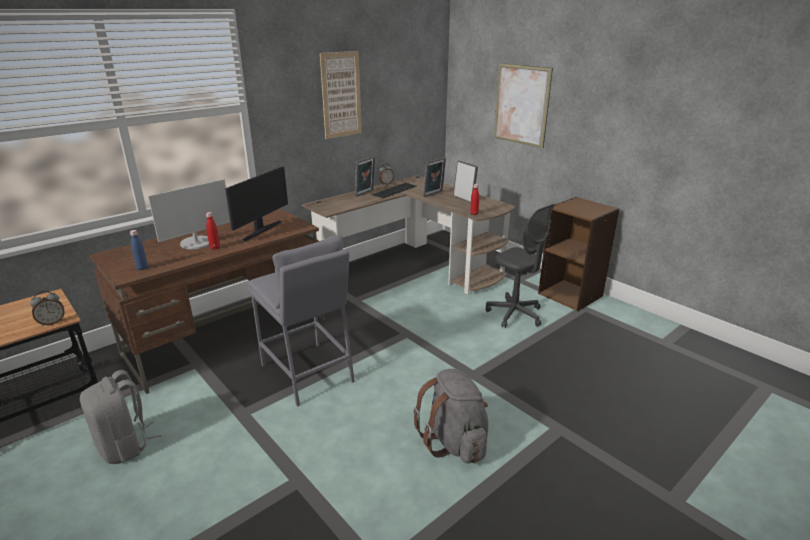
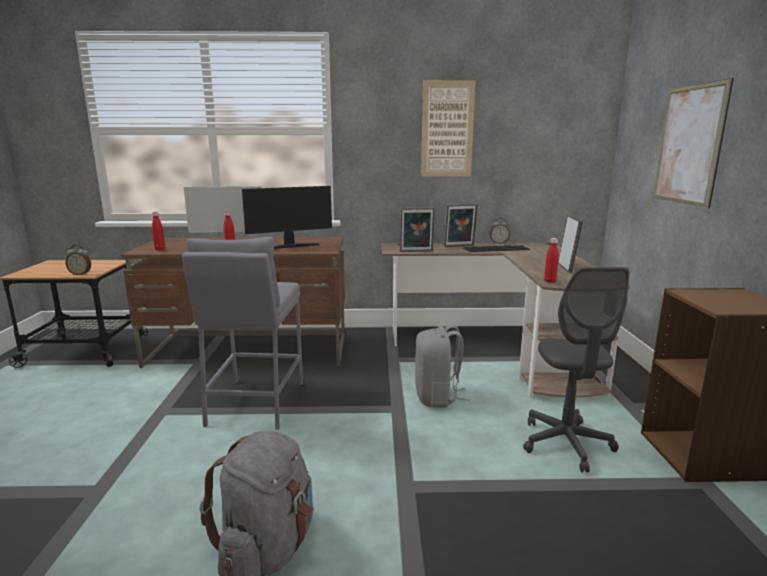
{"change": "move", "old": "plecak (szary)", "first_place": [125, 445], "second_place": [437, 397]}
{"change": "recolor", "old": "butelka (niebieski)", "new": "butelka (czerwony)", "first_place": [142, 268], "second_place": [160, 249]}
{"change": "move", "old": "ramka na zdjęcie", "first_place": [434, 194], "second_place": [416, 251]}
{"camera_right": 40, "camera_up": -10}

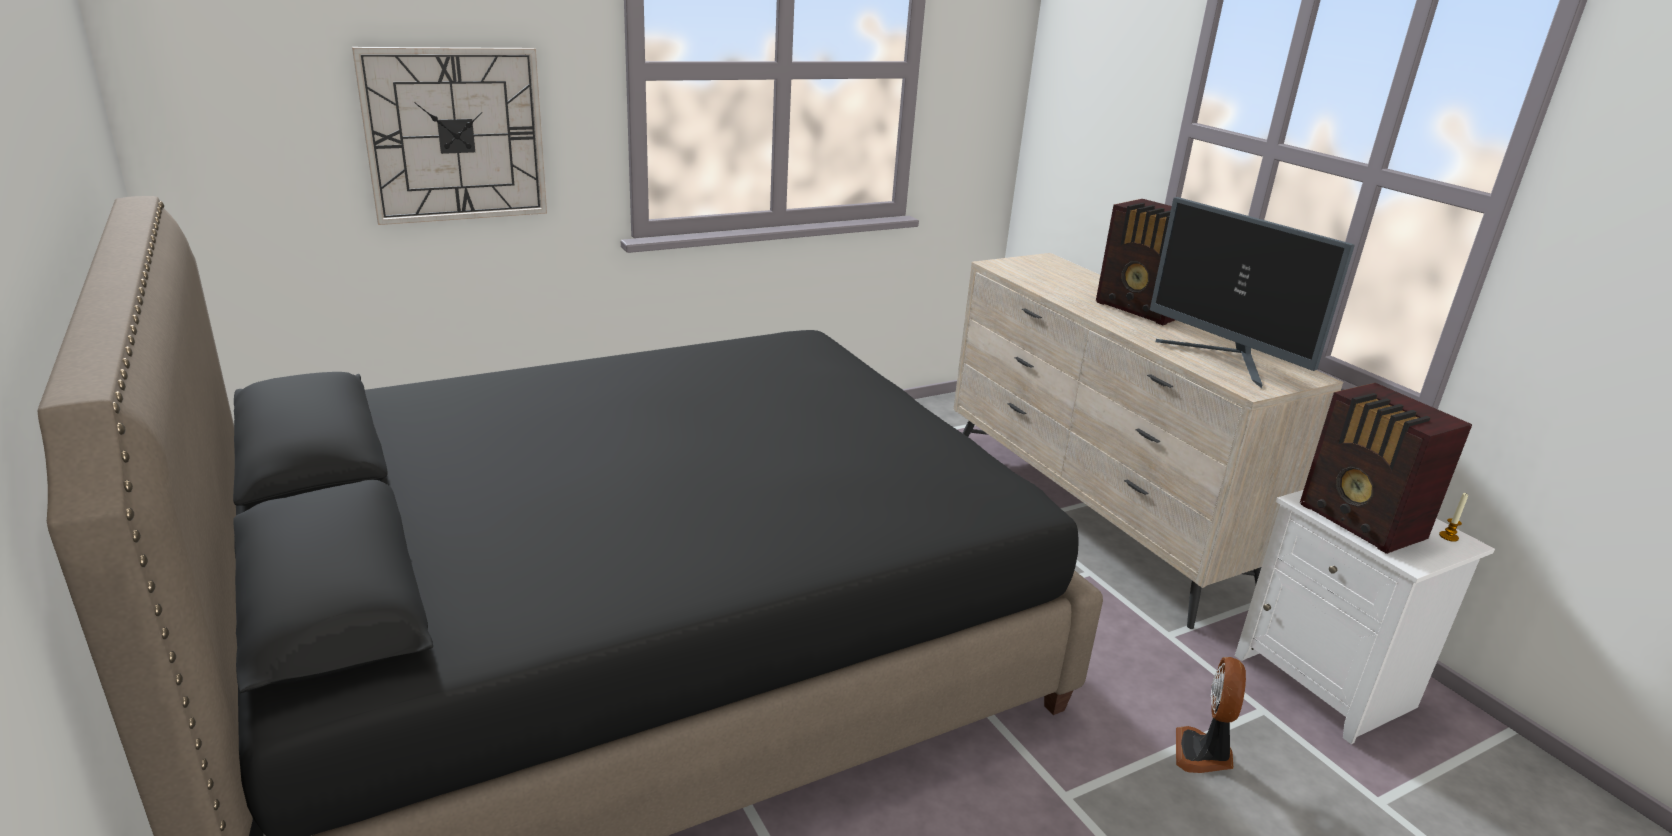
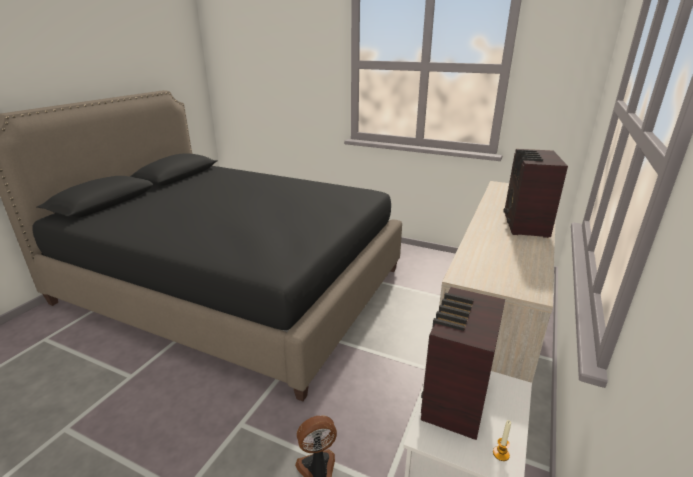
{"change": "delete", "old": "zegar ścienny", "first_place": [455, 135]}
{"change": "delete", "old": "monitor", "first_place": [1225, 361]}
{"camera_right": 55, "camera_up": 0}

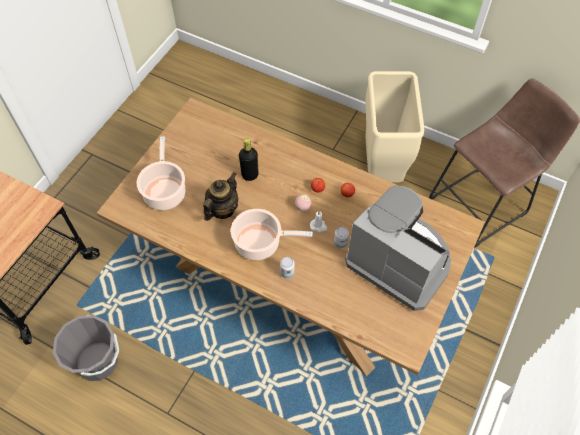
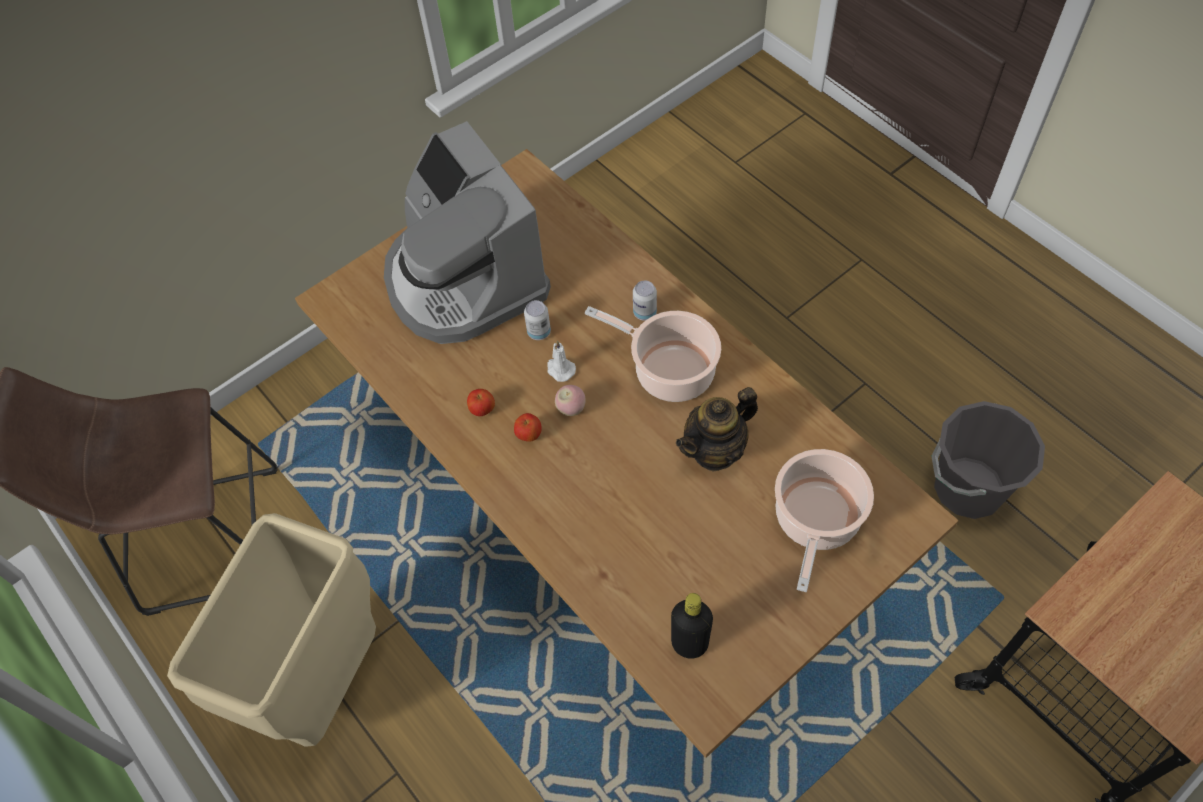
{"change": "move", "old": "butelka (czarny)", "first_place": [250, 175], "second_place": [689, 643]}
{"camera_right": -155, "camera_up": 0}

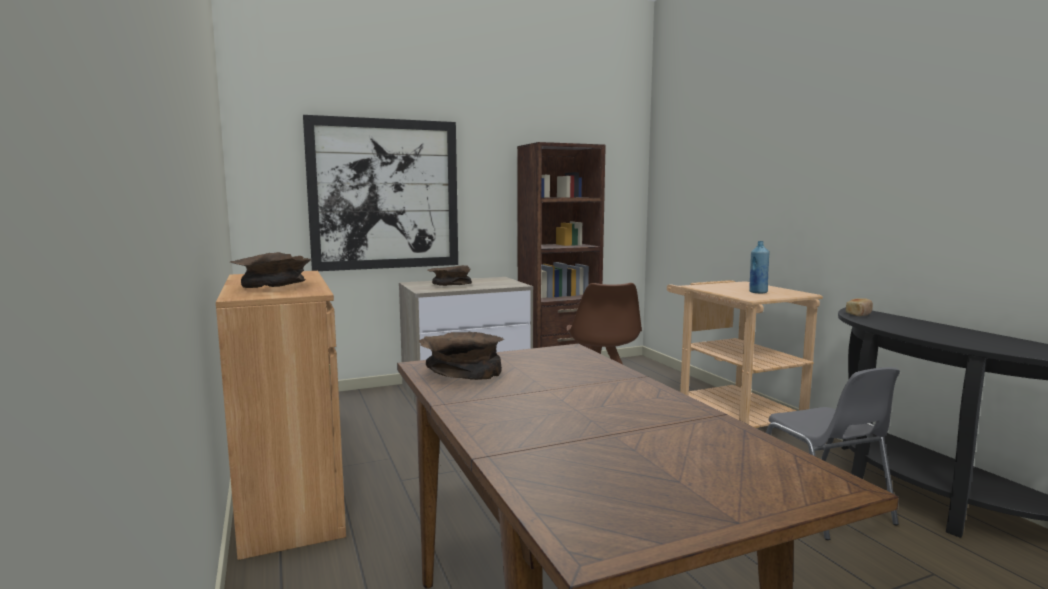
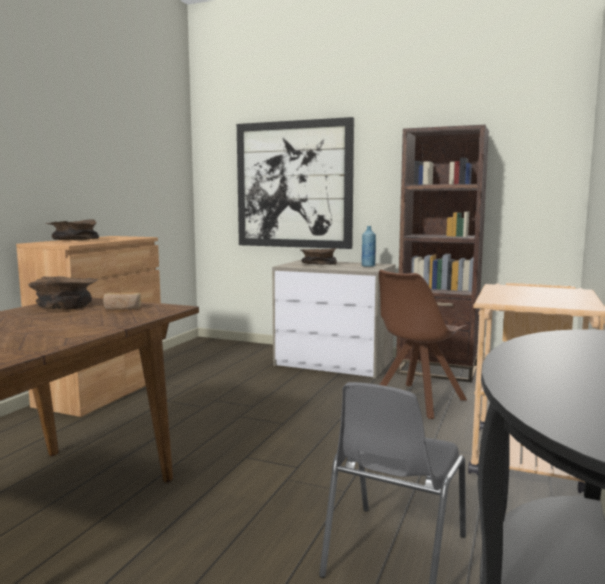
{"change": "move", "old": "butelka (niebieski)", "first_place": [758, 292], "second_place": [368, 266]}
{"change": "move", "old": "chleb", "first_place": [859, 314], "second_place": [123, 308]}
{"camera_right": 45, "camera_up": 0}

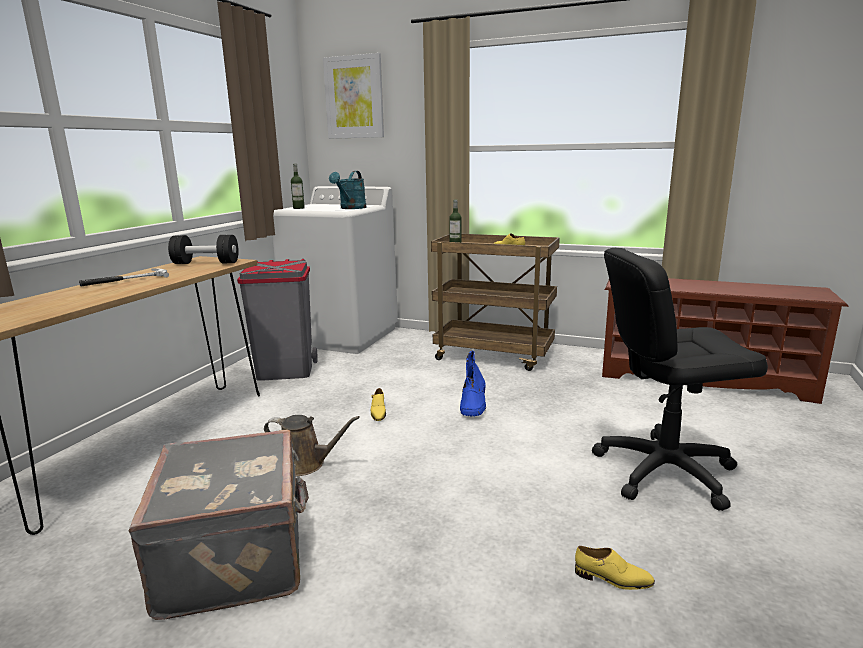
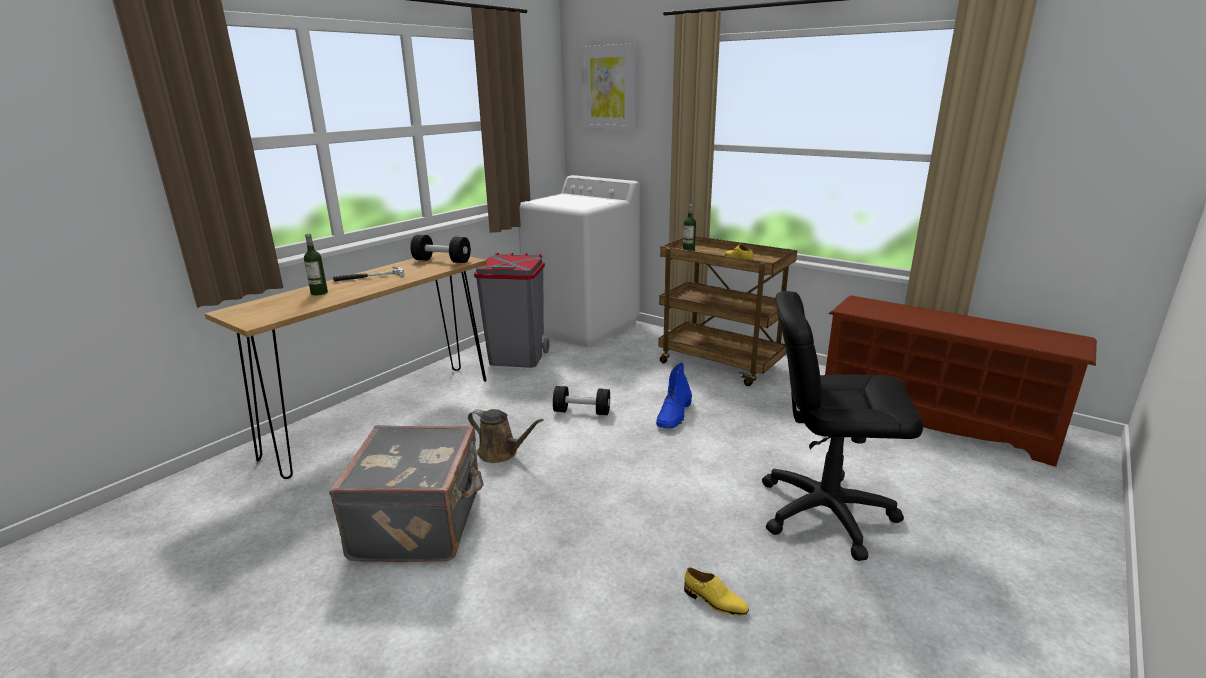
{"change": "move", "old": "butelka", "first_place": [298, 208], "second_place": [319, 293]}
{"change": "delete", "old": "konewka (turkusowy)", "first_place": [351, 208]}
{"change": "replace", "old": "but (żółty)", "new": "hantel (czarny)", "first_place": [378, 412], "second_place": [582, 412]}
{"camera_right": 15, "camera_up": 5}

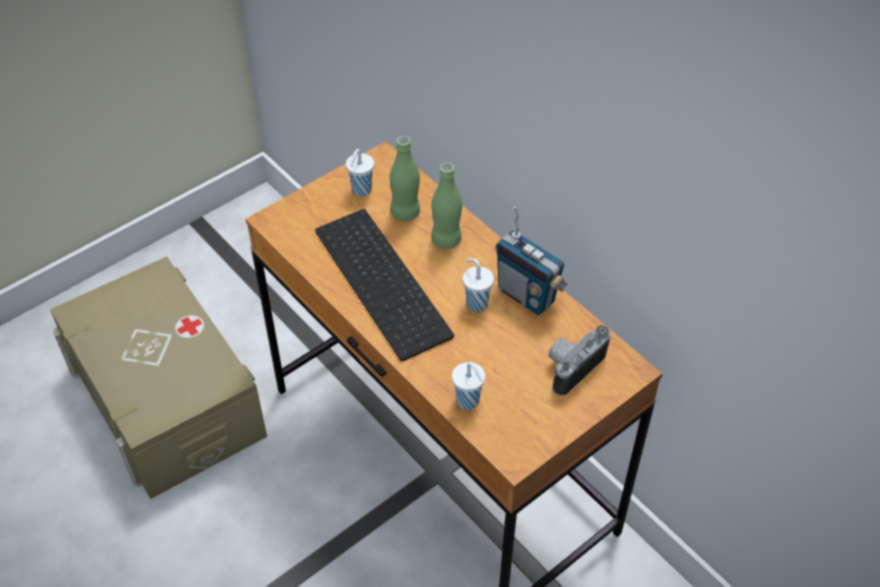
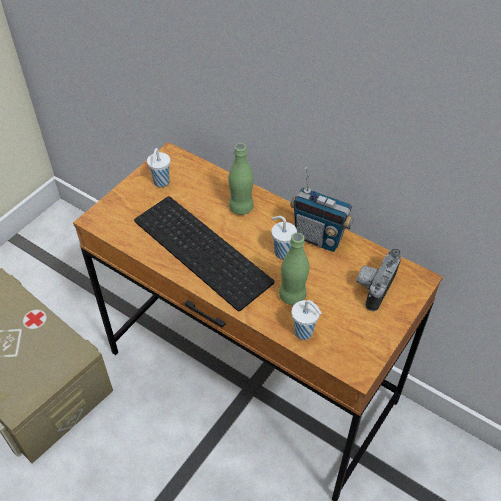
{"change": "move", "old": "butelka (zielony)", "first_place": [405, 213], "second_place": [292, 296]}
{"camera_right": -15, "camera_up": 0}

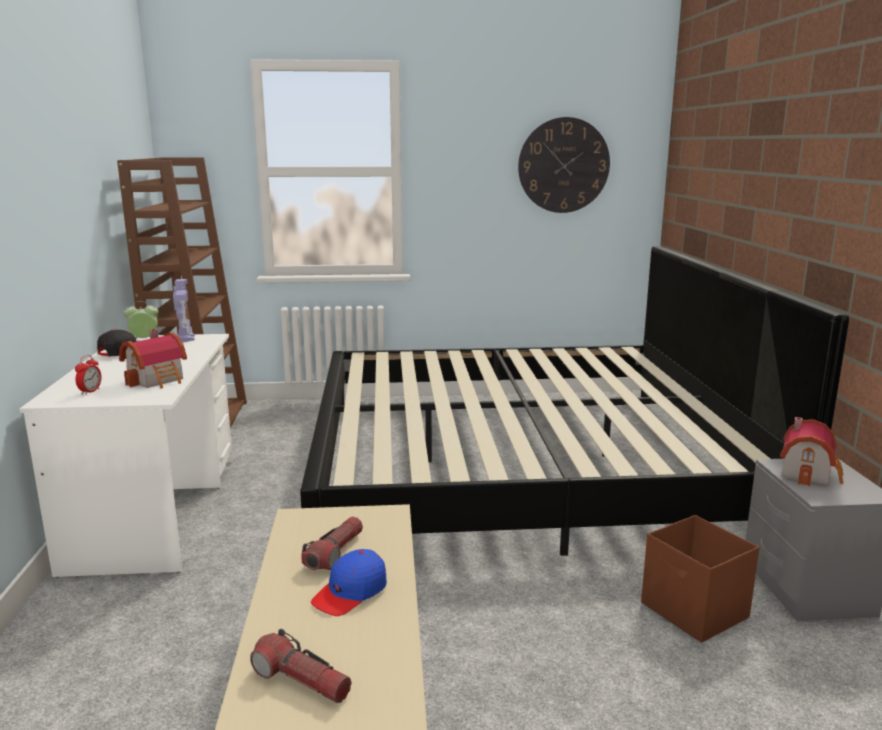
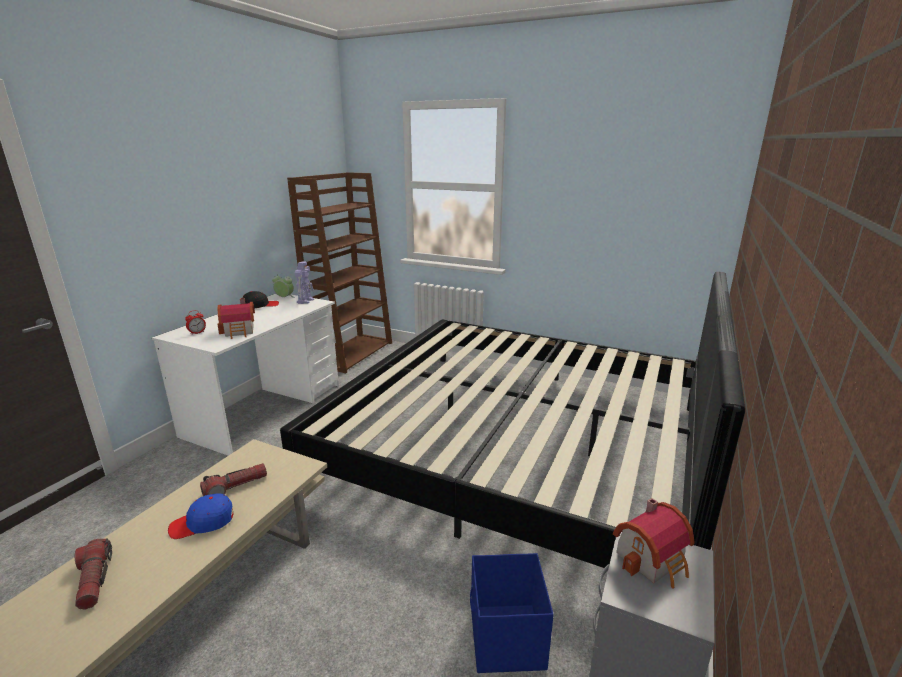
{"change": "delete", "old": "zegar ścienny", "first_place": [563, 165]}
{"change": "recolor", "old": "pojemnik do przechowywania (brązowy)", "new": "pojemnik do przechowywania (niebieski)", "first_place": [694, 611], "second_place": [506, 639]}
{"camera_right": 30, "camera_up": 5}

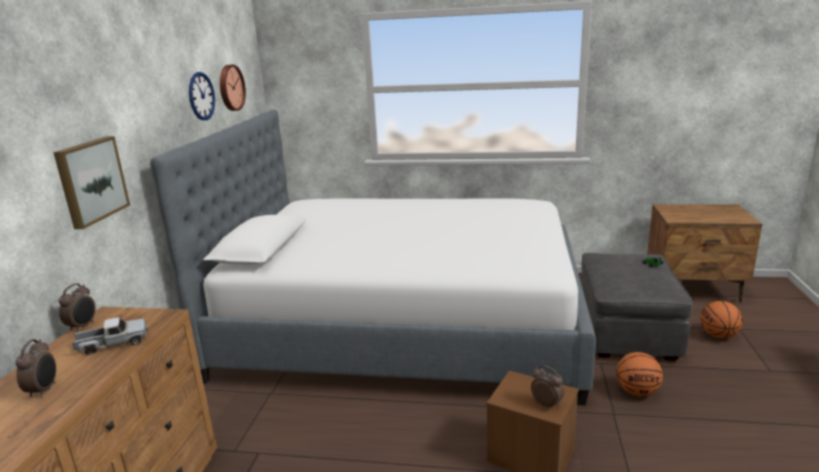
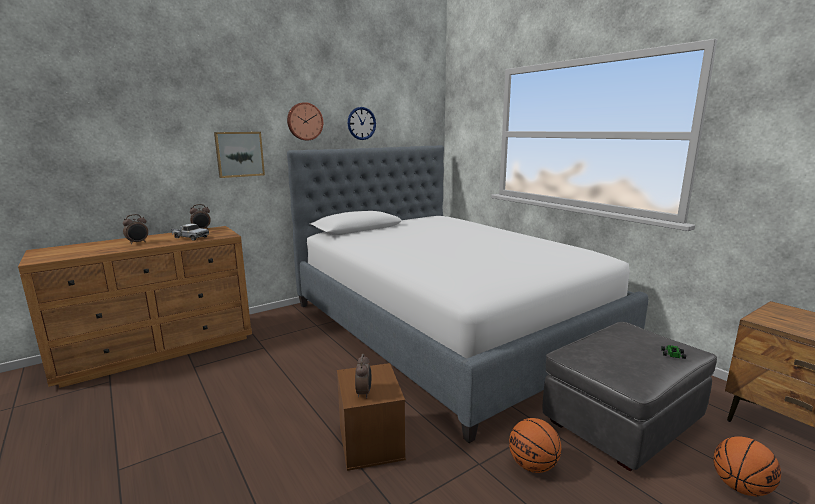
{"change": "move", "old": "zegar ścienny", "first_place": [230, 88], "second_place": [304, 121]}
{"camera_right": 45, "camera_up": -5}

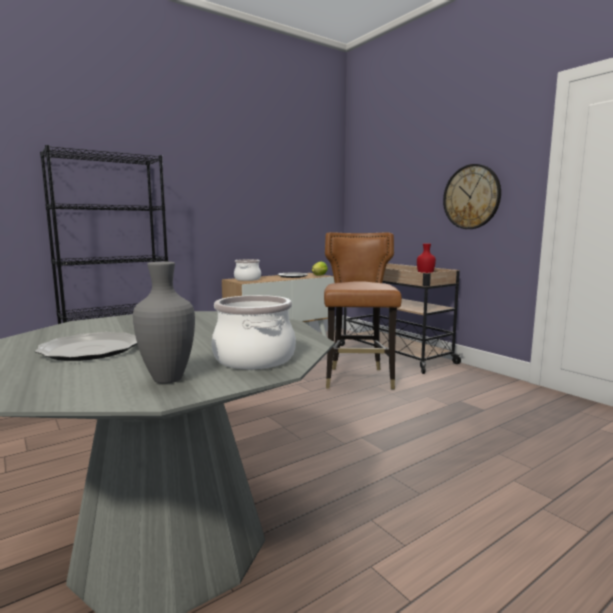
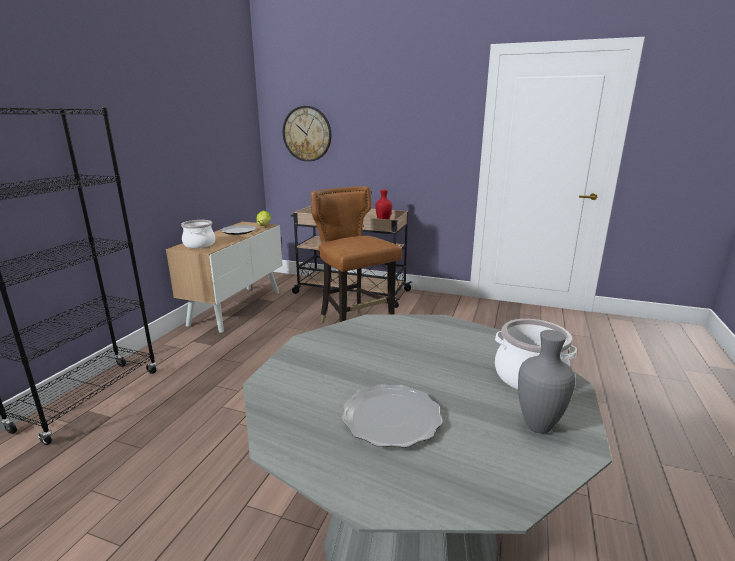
{"change": "move", "old": "zegar ścienny", "first_place": [471, 197], "second_place": [307, 134]}
{"camera_right": -35, "camera_up": 10}

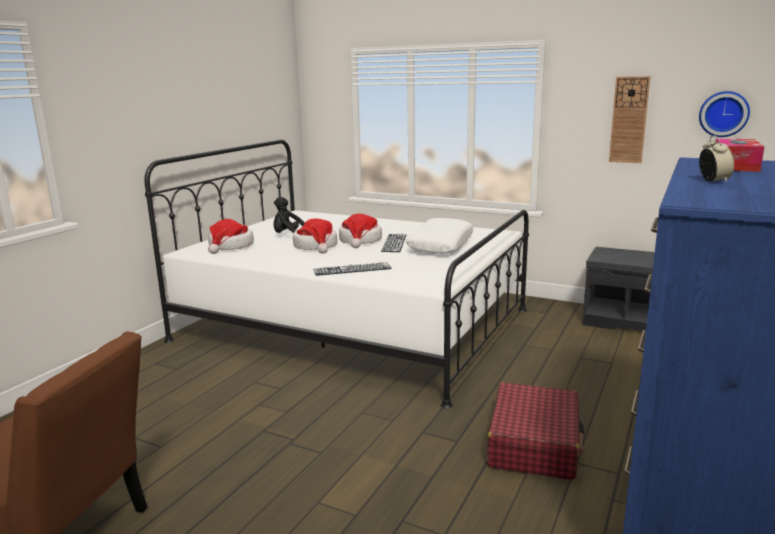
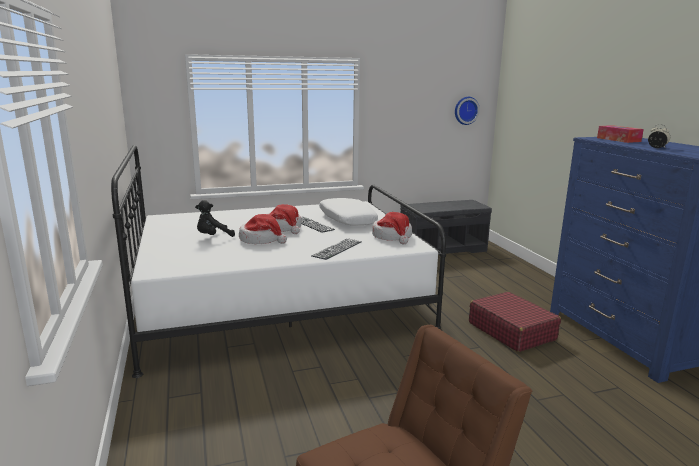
{"change": "move", "old": "kapelusz", "first_place": [230, 246], "second_place": [392, 237]}
{"change": "delete", "old": "zegar ścienny", "first_place": [629, 120]}
{"camera_right": -45, "camera_up": 0}

